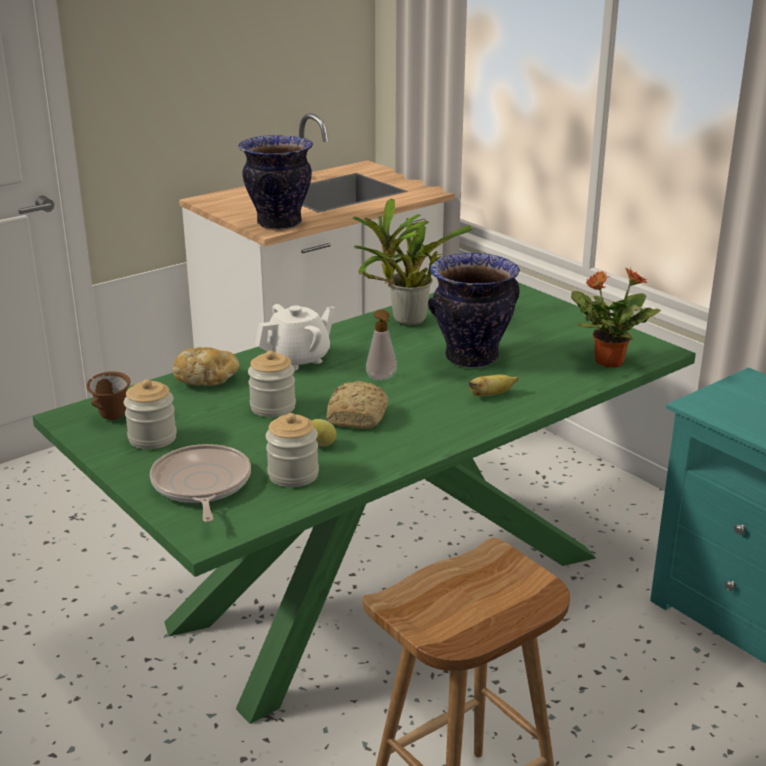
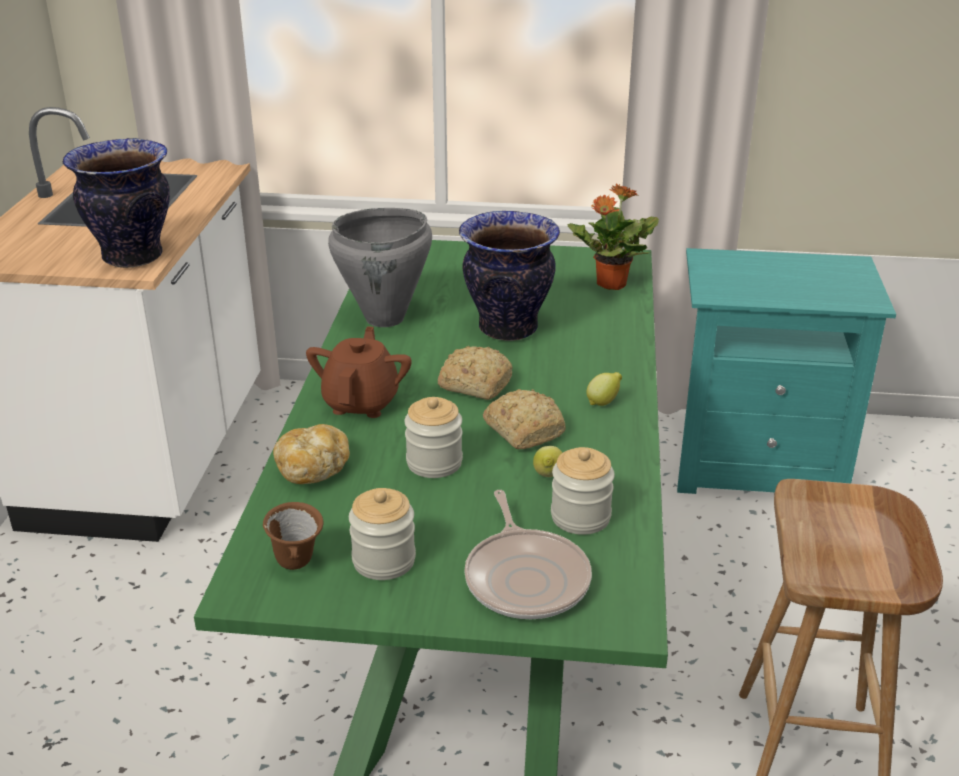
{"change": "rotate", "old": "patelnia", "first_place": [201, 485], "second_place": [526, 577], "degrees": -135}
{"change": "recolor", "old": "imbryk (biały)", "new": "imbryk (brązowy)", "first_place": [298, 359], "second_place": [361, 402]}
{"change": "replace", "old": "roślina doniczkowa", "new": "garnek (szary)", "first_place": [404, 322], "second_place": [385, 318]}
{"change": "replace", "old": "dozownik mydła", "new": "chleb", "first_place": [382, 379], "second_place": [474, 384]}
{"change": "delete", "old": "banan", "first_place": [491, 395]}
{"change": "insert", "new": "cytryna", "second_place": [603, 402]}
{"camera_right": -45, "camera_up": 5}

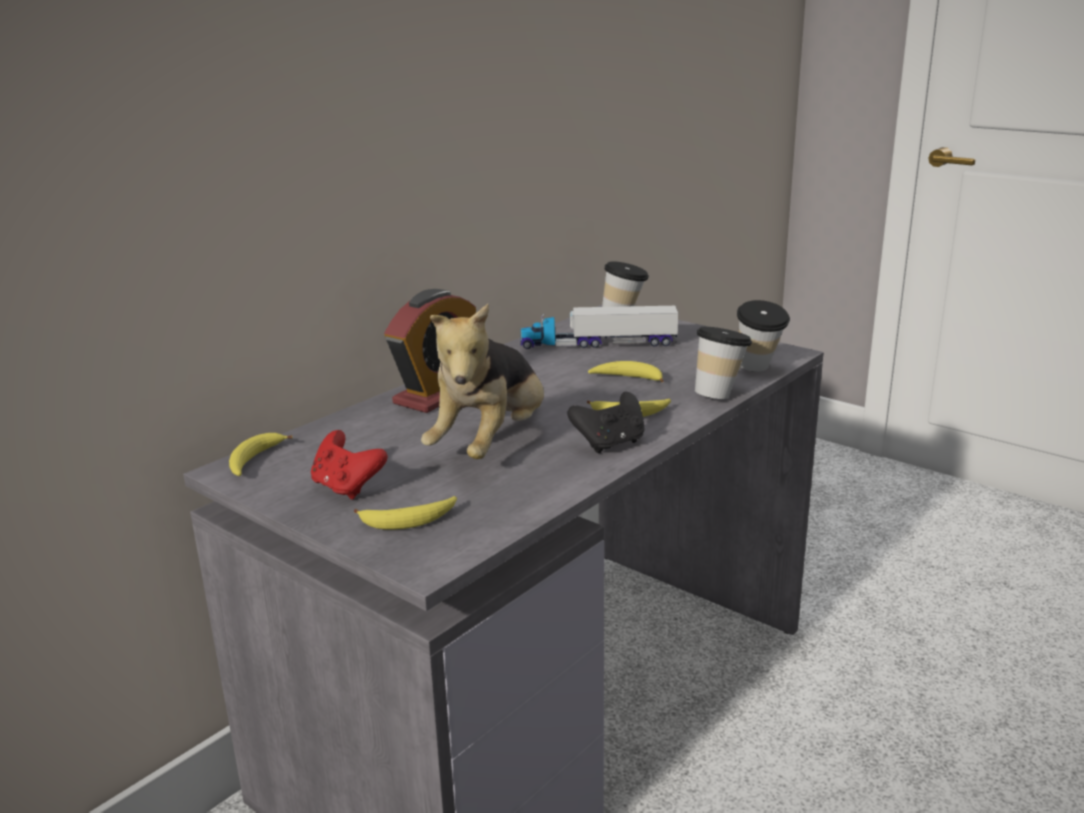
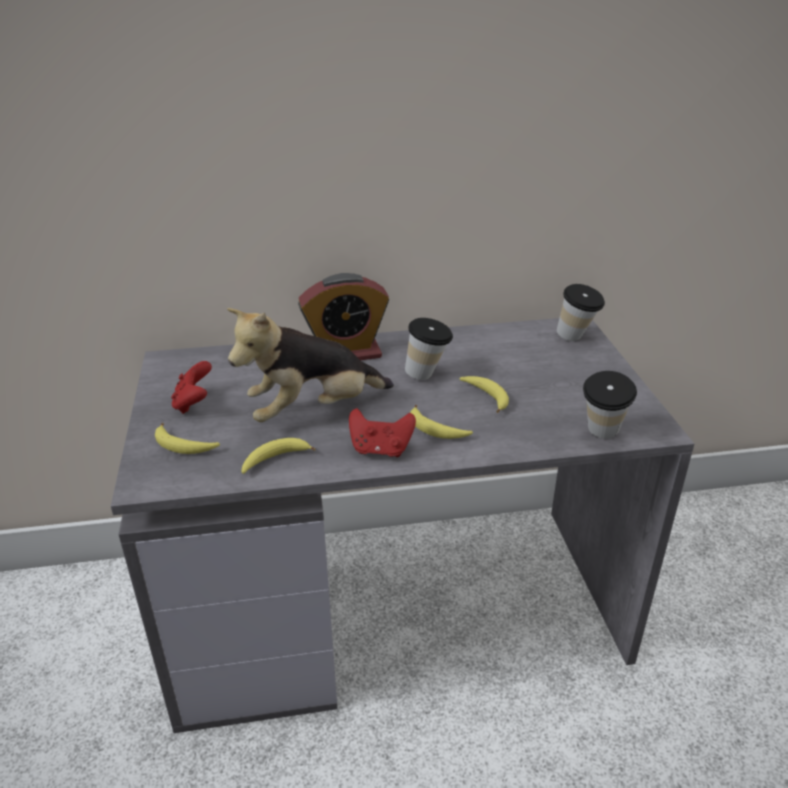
{"change": "move", "old": "banan", "first_place": [255, 461], "second_place": [275, 460]}
{"change": "delete", "old": "ciężarówka zabawkowa", "first_place": [598, 344]}
{"change": "recolor", "old": "pad do gier (czarny)", "new": "pad do gier (czerwony)", "first_place": [610, 444], "second_place": [380, 449]}
{"change": "move", "old": "filiżanka", "first_place": [720, 394], "second_place": [427, 375]}
{"camera_right": 40, "camera_up": 10}

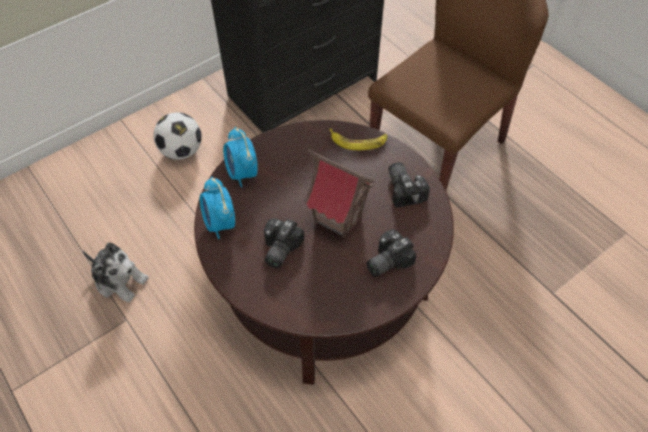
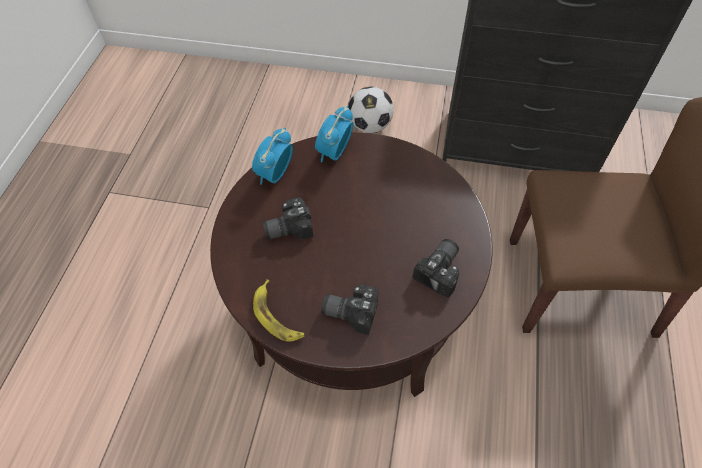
{"change": "delete", "old": "pluszak", "first_place": [120, 279]}
{"change": "delete", "old": "domek", "first_place": [338, 217]}
{"change": "move", "old": "banan", "first_place": [358, 141], "second_place": [277, 316]}
{"camera_right": 50, "camera_up": 0}

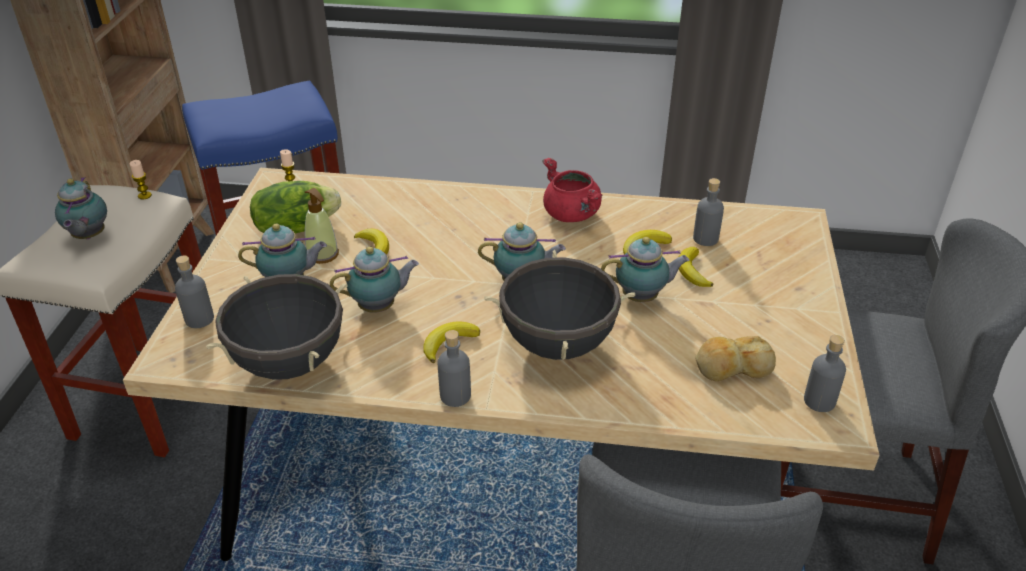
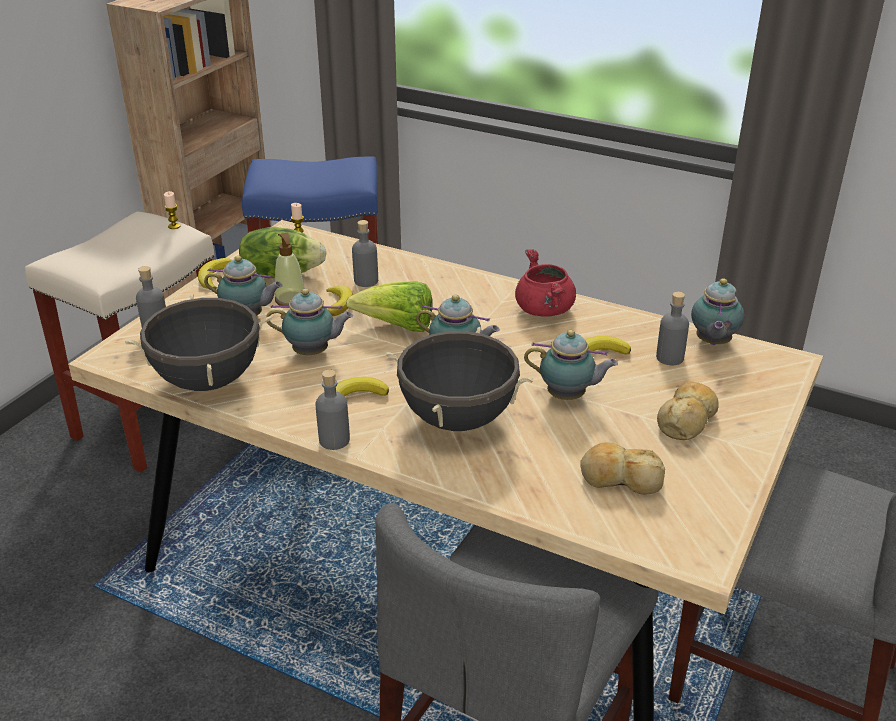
{"change": "move", "old": "imbryk", "first_place": [88, 237], "second_place": [712, 343]}
{"change": "move", "old": "banan", "first_place": [692, 271], "second_place": [214, 277]}
{"change": "move", "old": "butelka (szary)", "first_place": [819, 401], "second_place": [366, 281]}
{"change": "insert", "new": "sałata", "second_place": [397, 327]}
{"change": "insert", "new": "chleb", "second_place": [687, 419]}
{"camera_right": 20, "camera_up": -5}

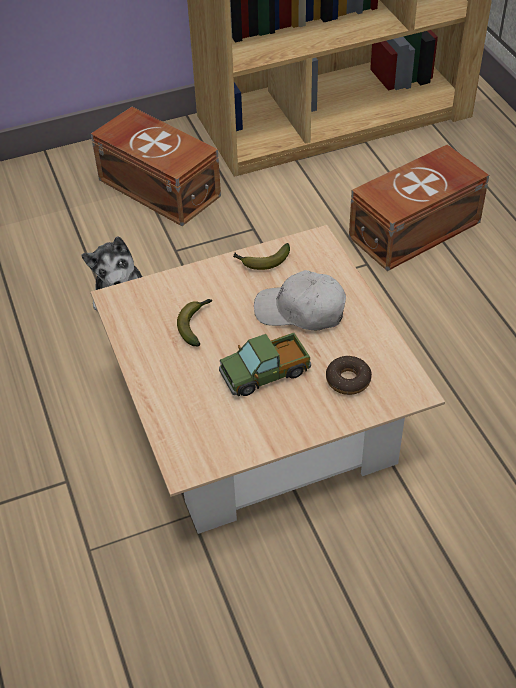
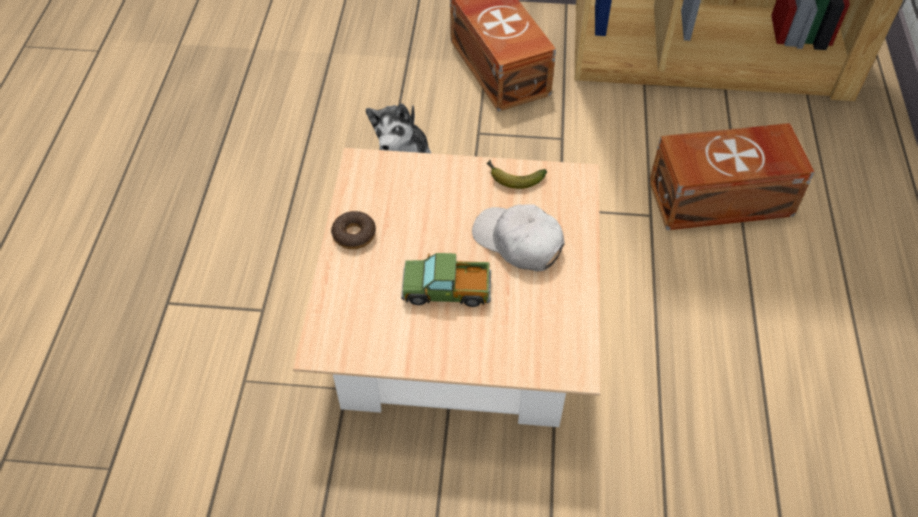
{"change": "delete", "old": "banan", "first_place": [196, 324]}
{"change": "move", "old": "donut", "first_place": [348, 380], "second_place": [354, 234]}
{"camera_right": 25, "camera_up": 5}

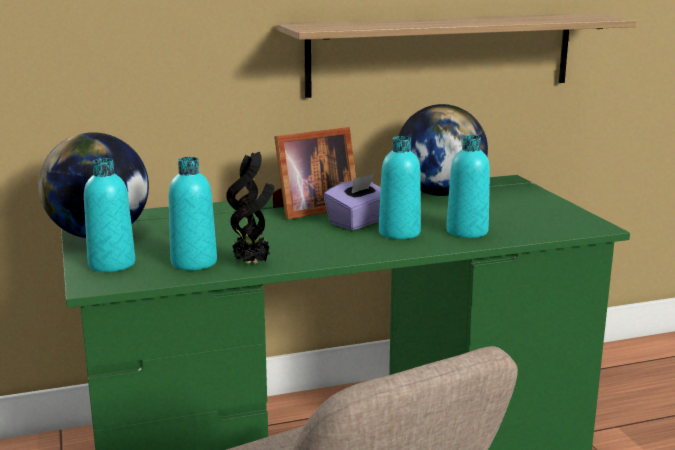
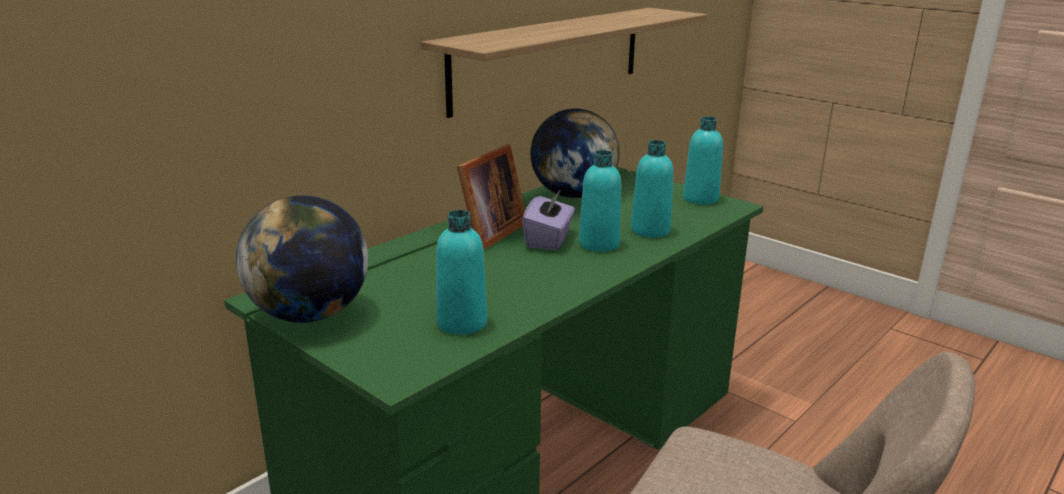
{"change": "move", "old": "butelka (turkusowy)", "first_place": [112, 264], "second_place": [700, 199]}
{"change": "delete", "old": "roślina doniczkowa", "first_place": [253, 263]}
{"camera_right": -30, "camera_up": 5}

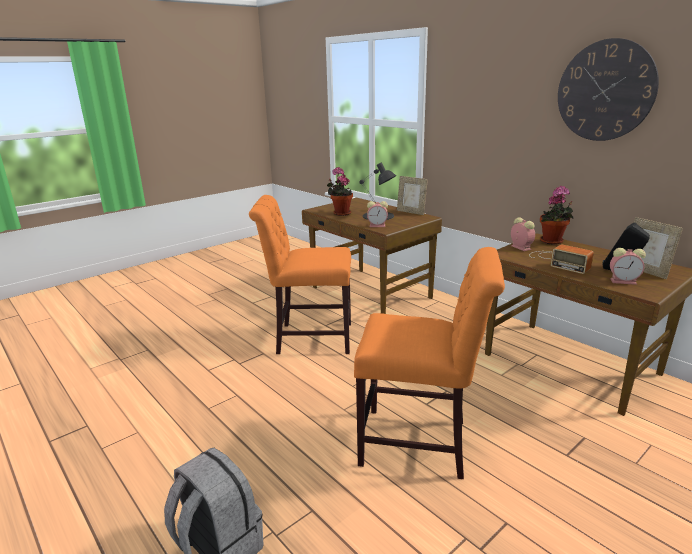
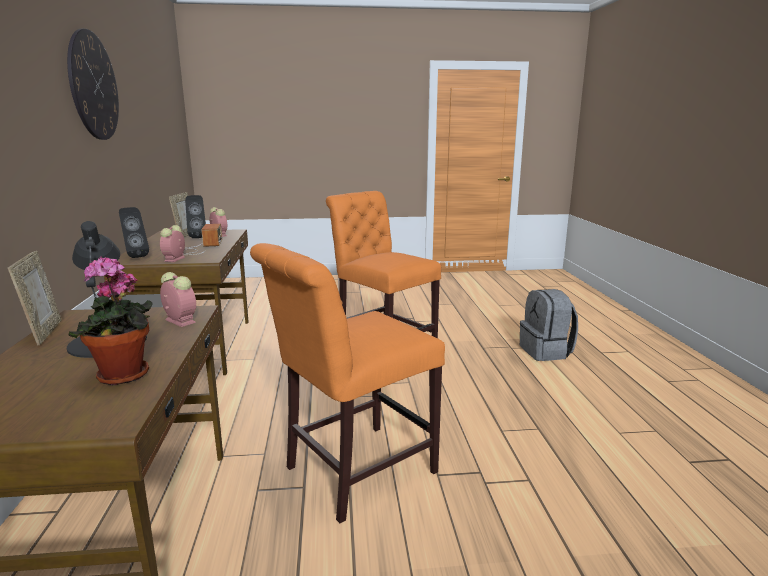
{"change": "rotate", "old": "krzesło (pomarańczowy)", "first_place": [309, 338], "second_place": [353, 472], "degrees": 105}
{"change": "replace", "old": "roślina doniczkowa", "new": "głośnik (czarny)", "first_place": [553, 242], "second_place": [135, 256]}
{"camera_right": -145, "camera_up": -5}

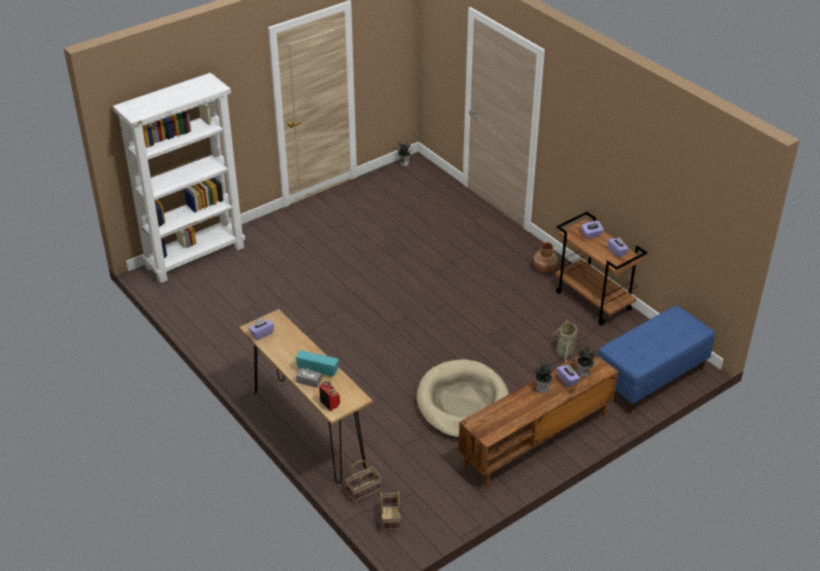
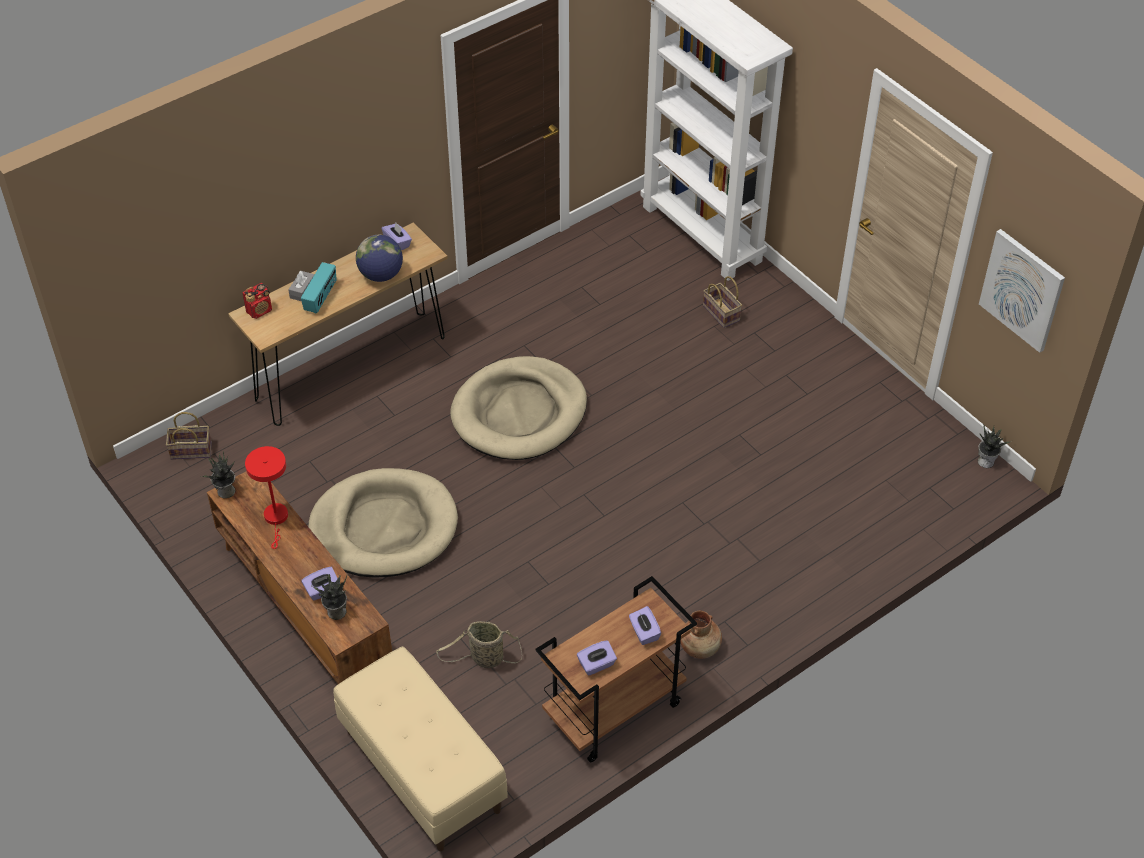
{"change": "move", "old": "koszyk", "first_place": [364, 490], "second_place": [722, 313]}
{"change": "move", "old": "roślina doniczkowa", "first_place": [542, 388], "second_place": [226, 492]}
{"change": "recolor", "old": "ławka (niebieski)", "new": "ławka (beżowy)", "first_place": [650, 378], "second_place": [421, 770]}
{"change": "insert", "new": "lampa stołowa (czerwony)", "second_place": [276, 519]}
{"change": "insert", "new": "globus", "second_place": [381, 275]}
{"change": "insert", "new": "legowisko (beżowy)", "second_place": [519, 413]}
{"change": "insert", "new": "obraz", "second_place": [1022, 290]}
{"camera_right": 90, "camera_up": 10}

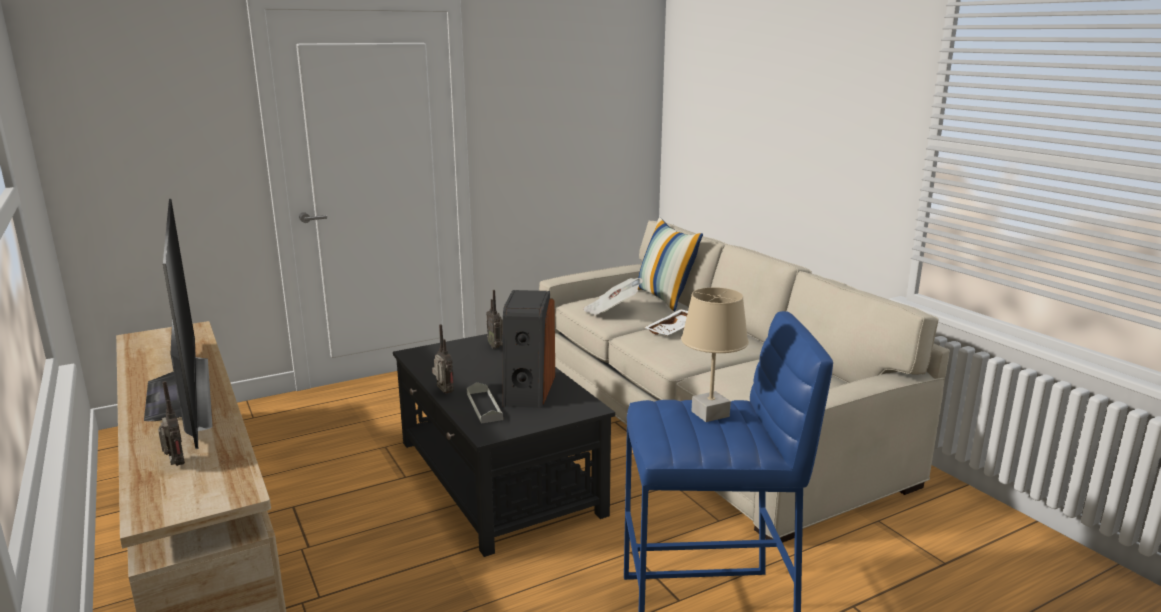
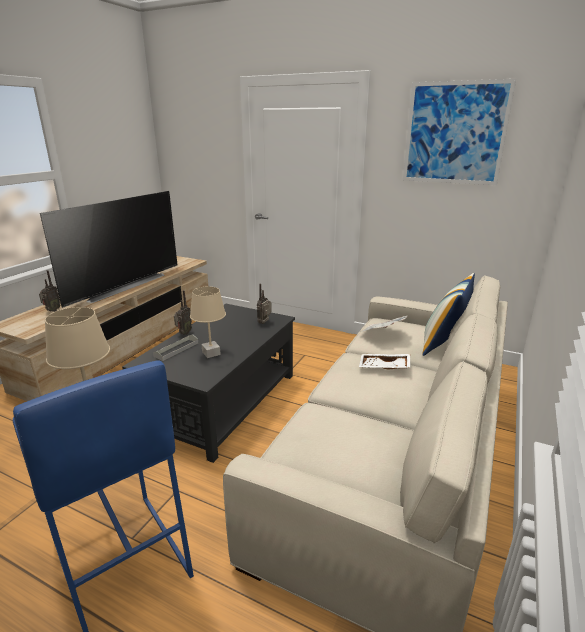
{"change": "replace", "old": "głośnik", "new": "lampa stołowa (beżowy)", "first_place": [528, 390], "second_place": [211, 353]}
{"change": "insert", "new": "obraz", "second_place": [454, 133]}
{"camera_right": 55, "camera_up": 5}

